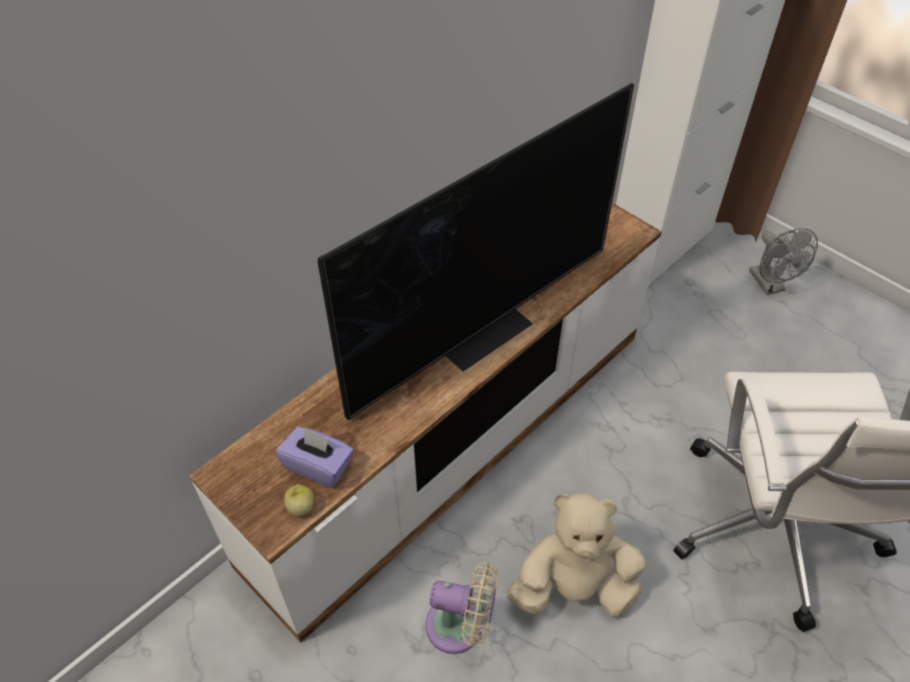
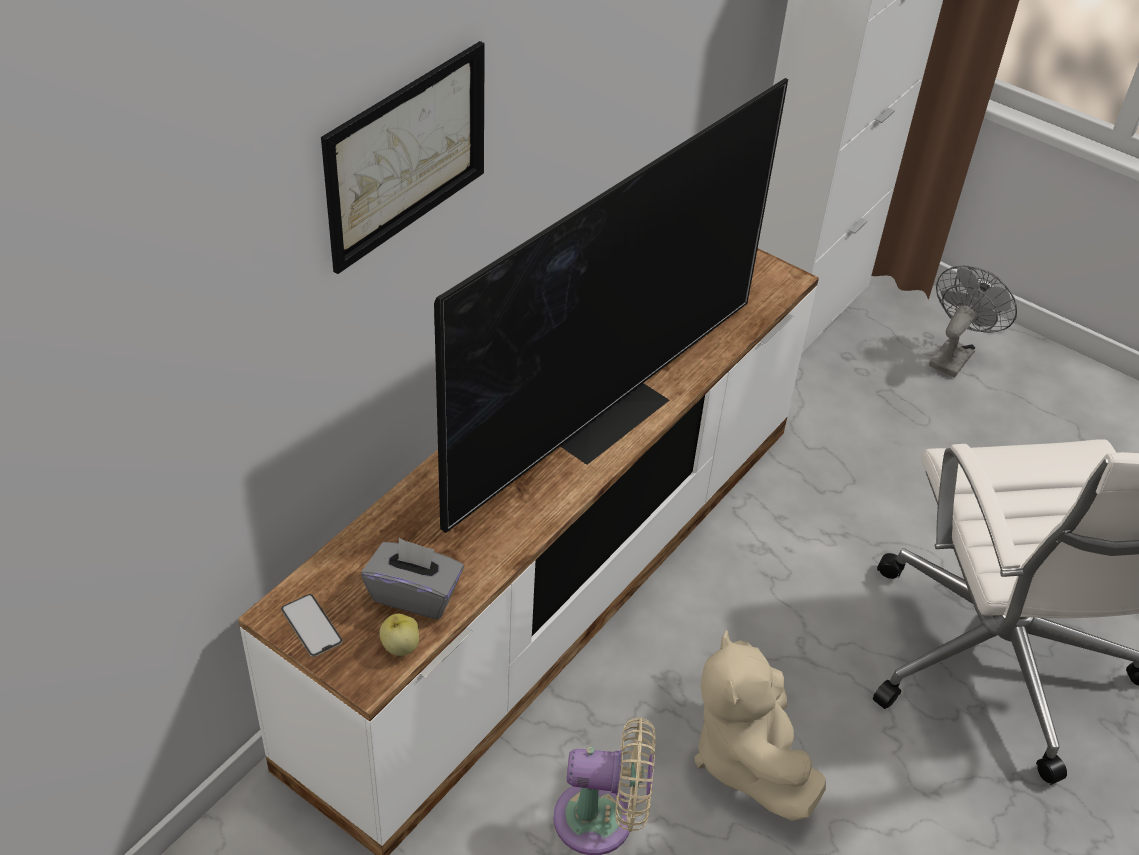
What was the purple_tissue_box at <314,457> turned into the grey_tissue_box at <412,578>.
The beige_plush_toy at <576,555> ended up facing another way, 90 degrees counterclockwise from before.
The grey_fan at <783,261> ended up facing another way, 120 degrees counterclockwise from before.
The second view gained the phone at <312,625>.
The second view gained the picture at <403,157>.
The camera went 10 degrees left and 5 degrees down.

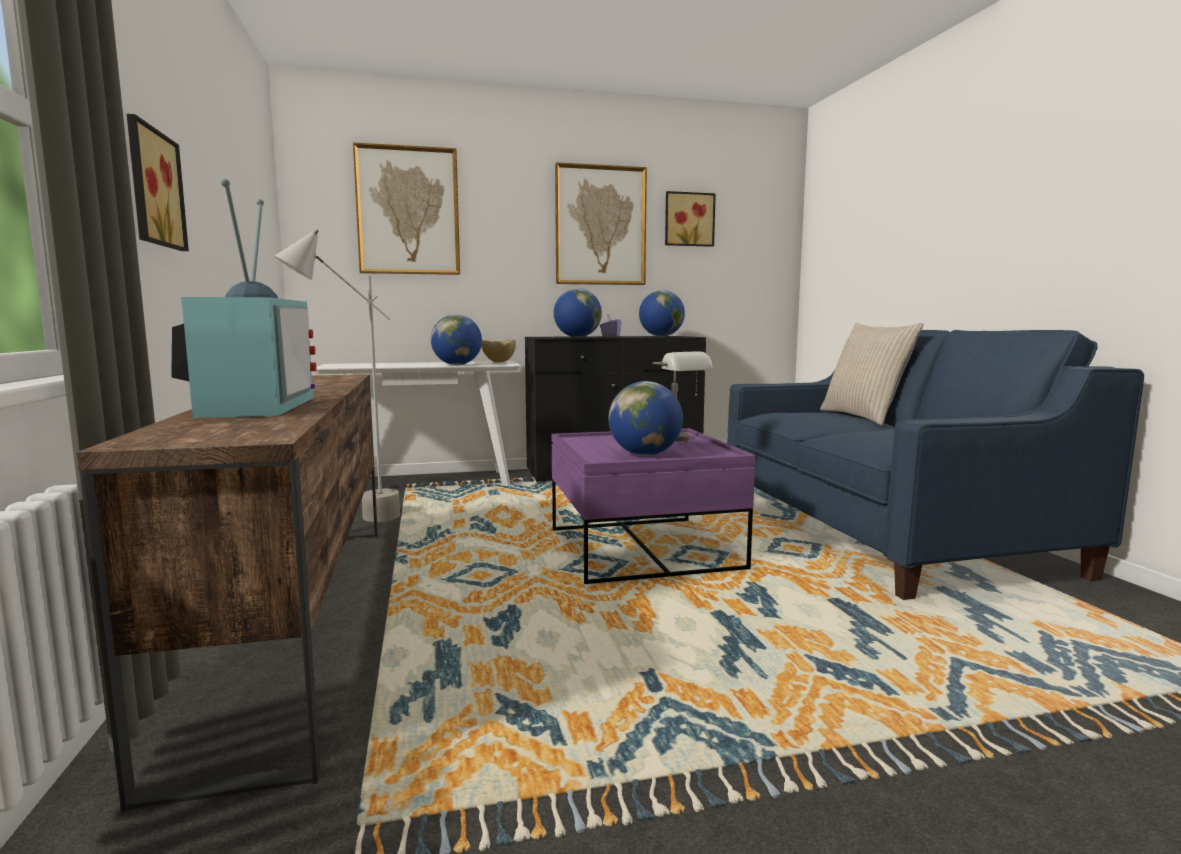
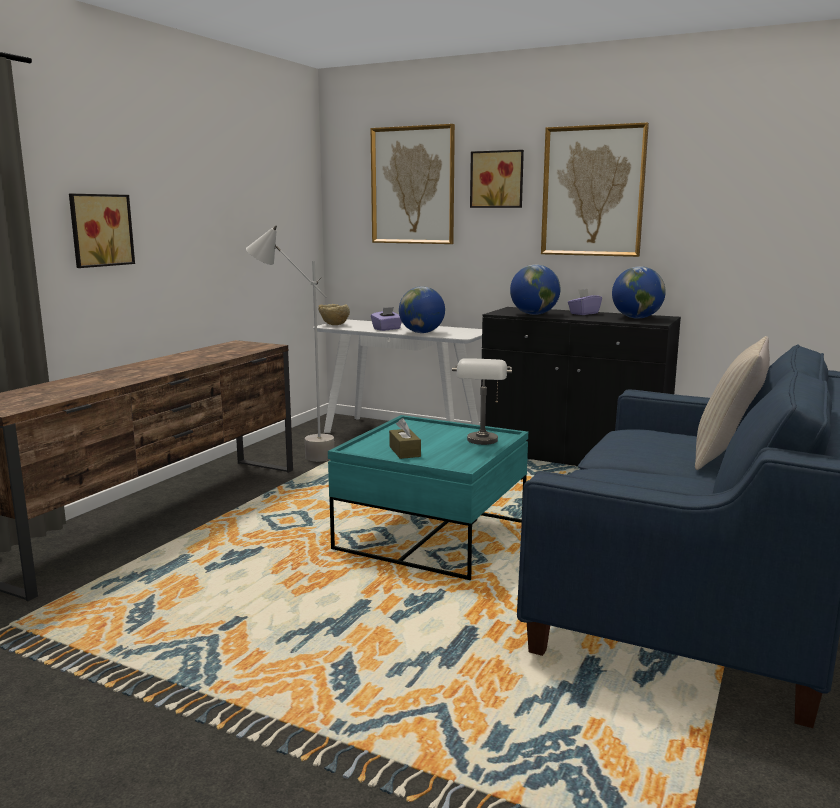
The second view lost the television at <244,298>.
The beige_bowl ended up elsewhere, having gone from <498,350> to <334,314>.
What was the purple_coffee_table at <653,506> turned into the turquoise_coffee_table at <428,497>.
Where the globe stood at <645,418>, the brown_tissue_box came to stand at <405,438>.
The picture ended up elsewhere, having gone from <690,219> to <497,179>.
The second view gained the purple_tissue_box at <386,319>.
The camera went 40 degrees right and 5 degrees up.

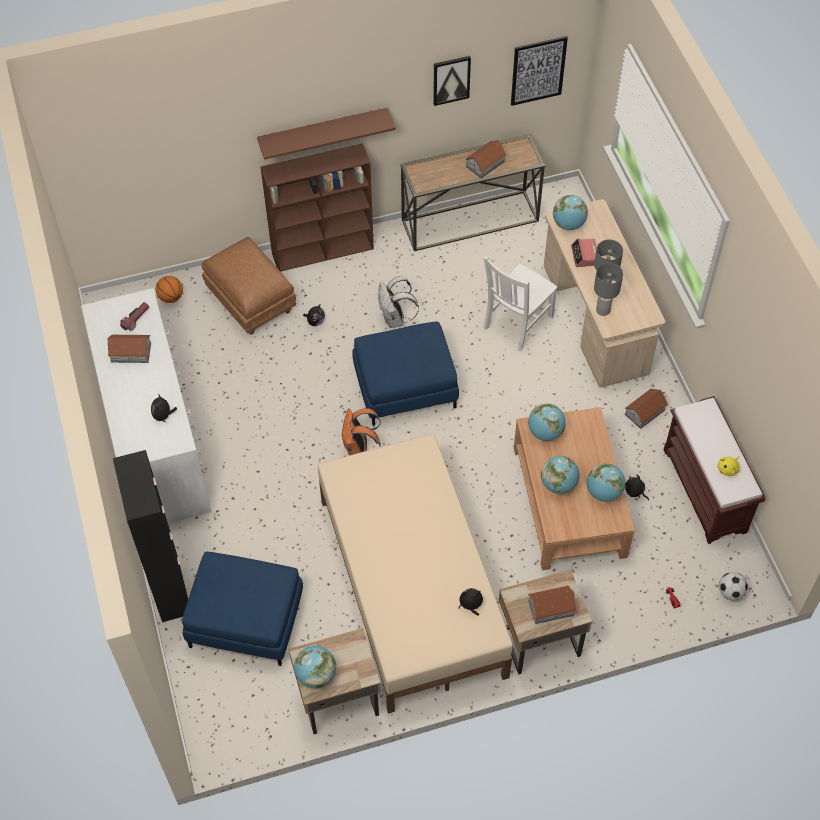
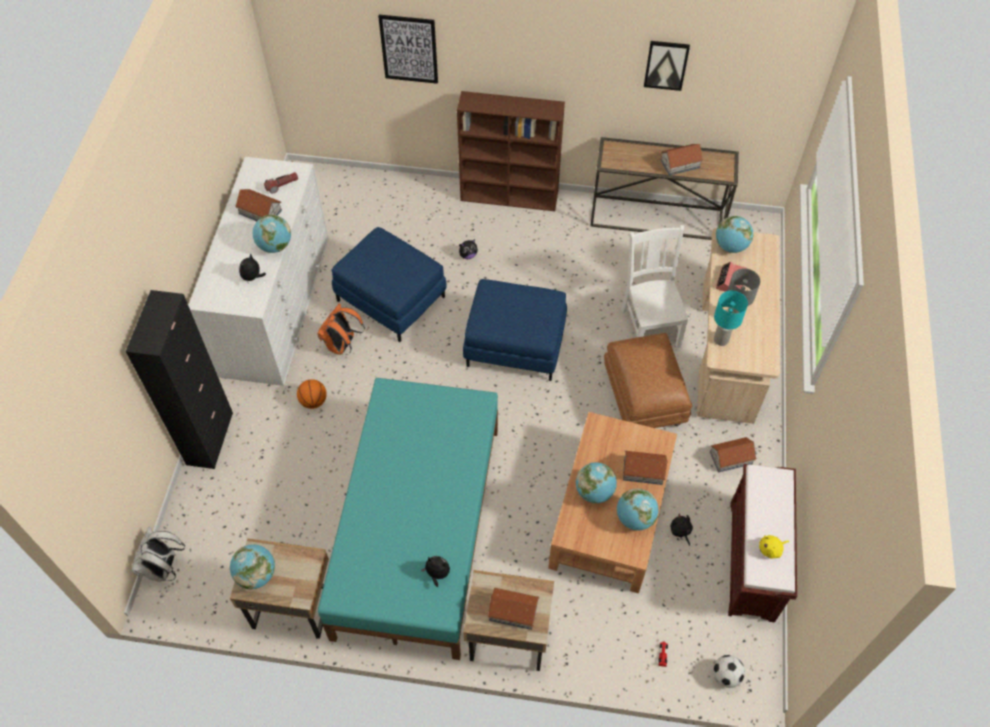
The basketball ended up elsewhere, having gone from <169,289> to <312,394>.
The blue_ottoman ended up elsewhere, having gone from <242,609> to <389,284>.
The brown_ottoman ended up elsewhere, having gone from <248,286> to <648,380>.
The second view lost the brown_shelf at <326,134>.
What was the beige_bed at <415,574> turned into the turquoise_bed at <408,519>.
The orange_backpack ended up elsewhere, having gone from <361,431> to <341,329>.
The white_backpack ended up elsewhere, having gone from <398,302> to <158,553>.
The white_chair at <520,303> ended up facing another way, 105 degrees clockwise from before.
The picture ended up elsewhere, having gone from <539,71> to <408,49>.
The globe ended up elsewhere, having gone from <547,422> to <272,233>.
What was the grey_table_lamp at <608,289> turned into the turquoise_table_lamp at <731,318>.
The second view gained the toy_house at <645,468>.
The camera went 25 degrees right and 0 degrees up.

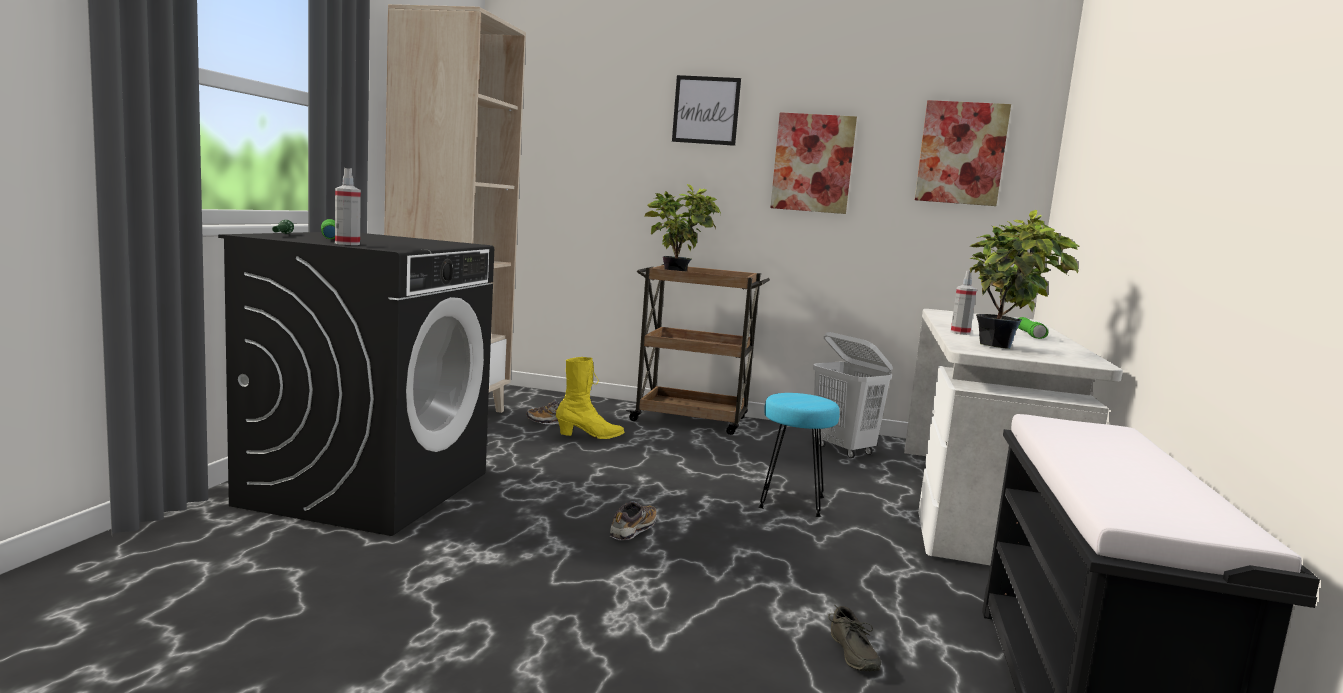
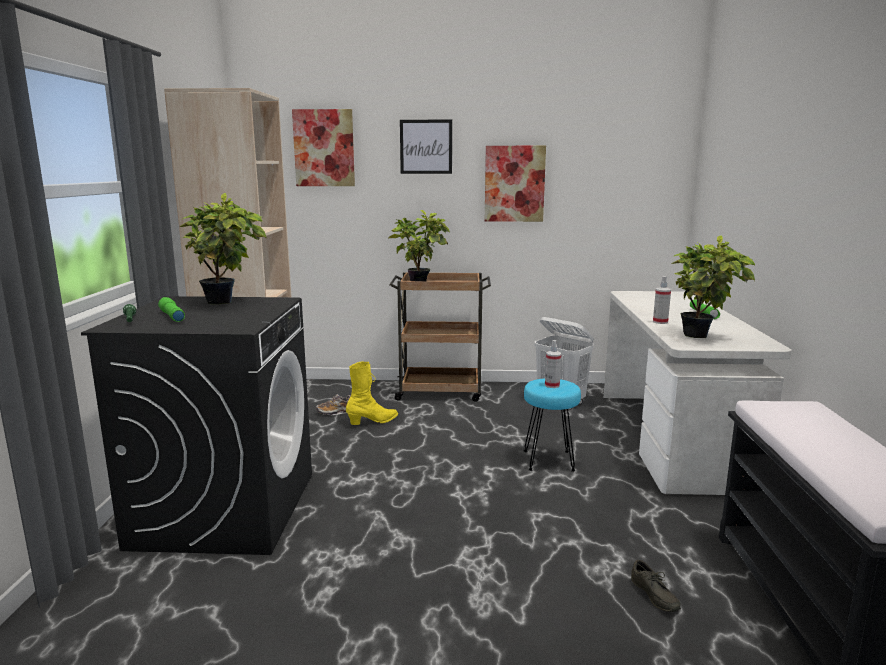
The spray_bottle ended up elsewhere, having gone from <348,206> to <553,364>.
The second view lost the shoe at <633,520>.
The picture ended up elsewhere, having gone from <963,153> to <323,147>.
The second view gained the potted_plant at <223,248>.
The camera went 10 degrees left and 5 degrees up.

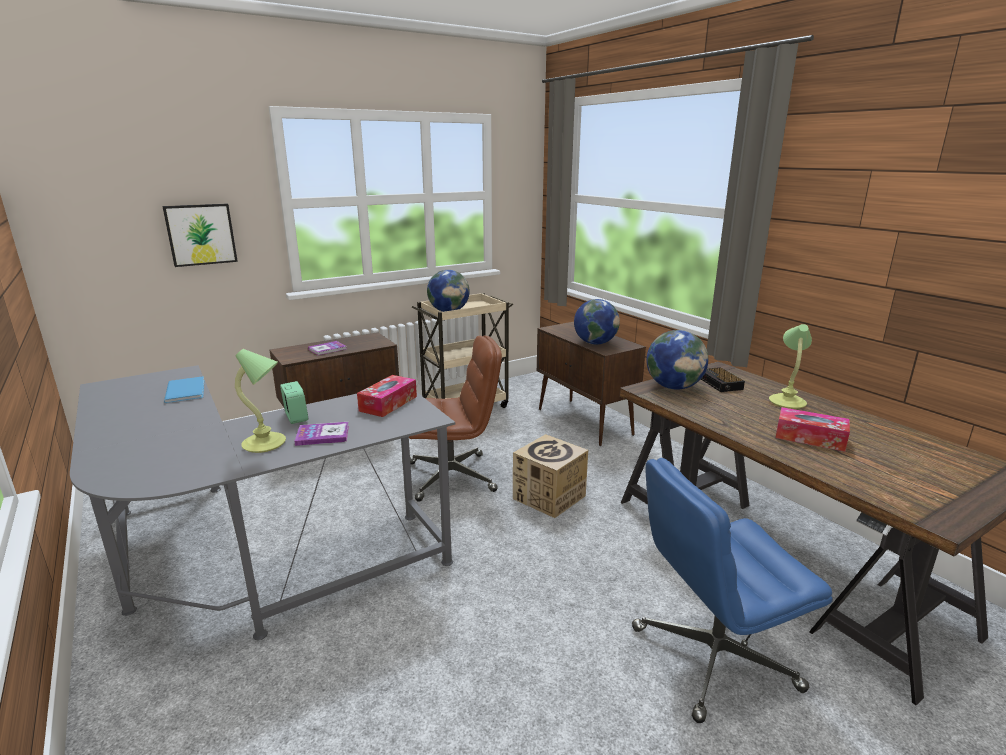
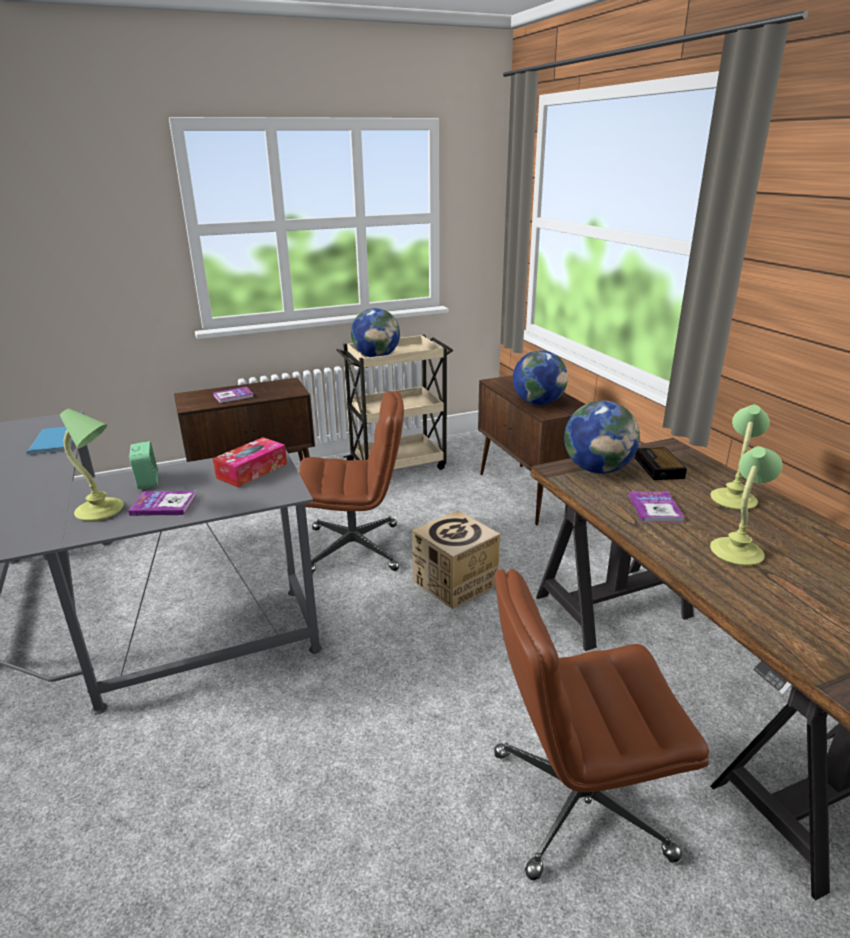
The second view lost the picture at <200,235>.
What was the blue_office_chair at <732,590> turned into the brown_office_chair at <601,724>.
Where the tissue_box stood at <813,429>, the table_lamp came to stand at <746,506>.
The second view gained the book at <657,506>.
The camera went 10 degrees right and 5 degrees up.

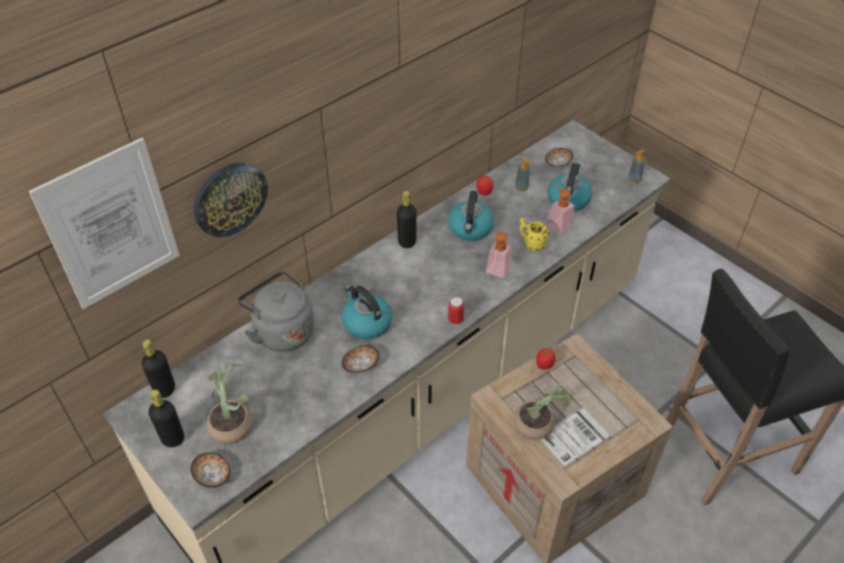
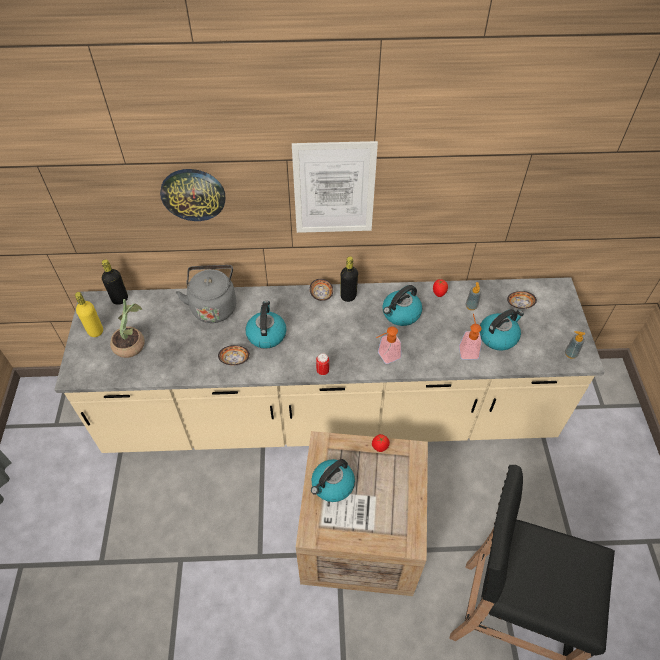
The picture ended up elsewhere, having gone from <104,223> to <335,187>.
What was the black_bottle at <166,418> turned into the yellow_bottle at <89,314>.
The bowl ended up elsewhere, having gone from <211,470> to <321,290>.
Where the potted_plant stood at <543,412>, the kettle came to stand at <333,480>.
The second view lost the yellow_mug at <534,234>.
The camera went 40 degrees right and 5 degrees up.

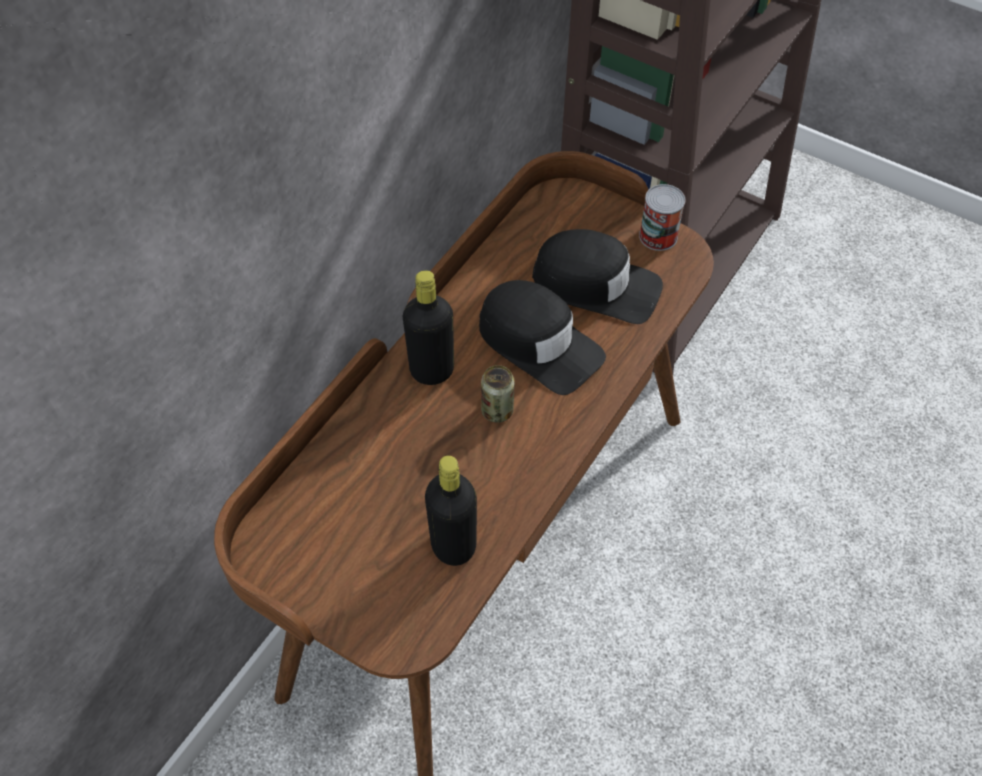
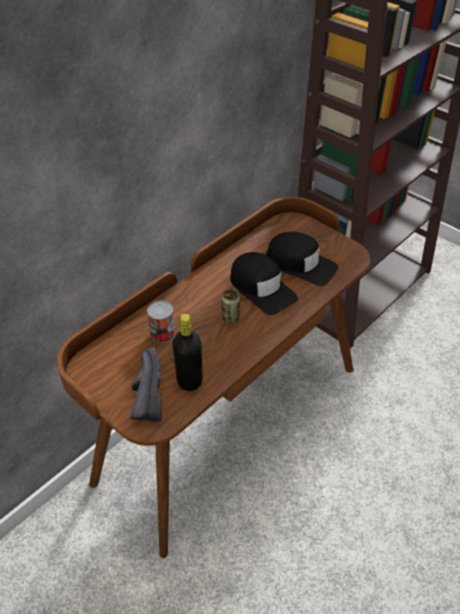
The second view lost the black_bottle at <428,327>.
The can ended up elsewhere, having gone from <662,217> to <161,322>.
The second view gained the black_shoe at <146,384>.
The camera went 10 degrees right and 10 degrees down.

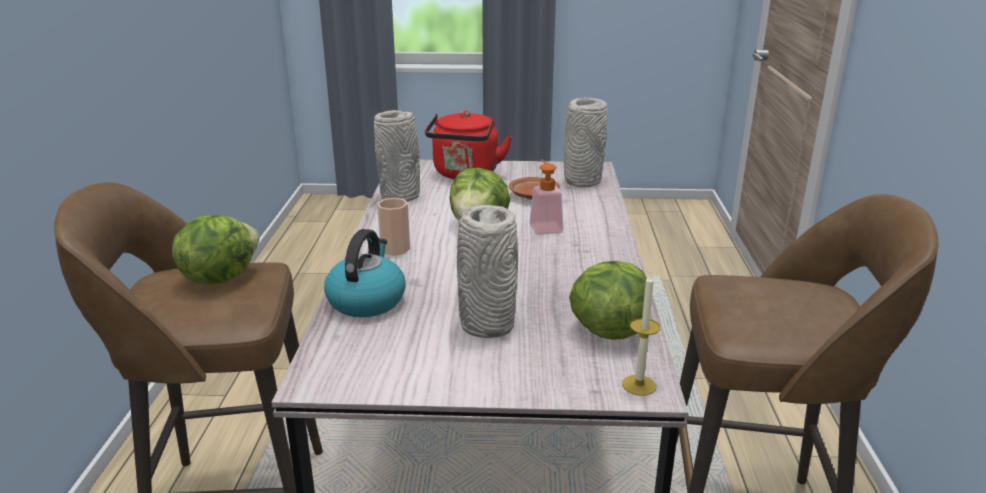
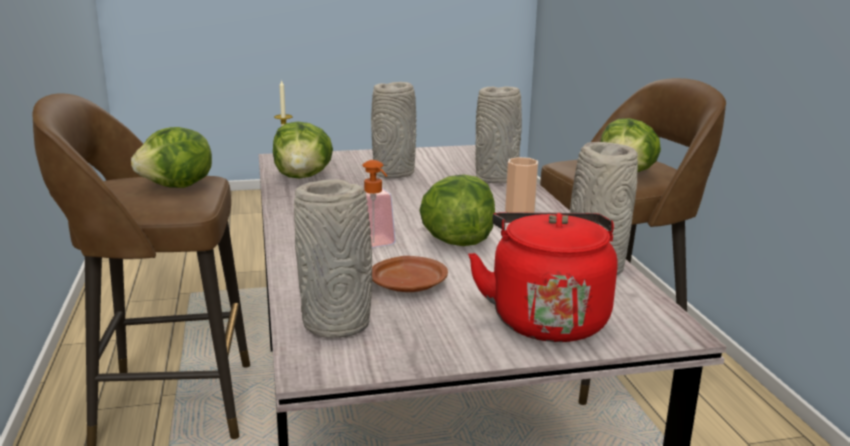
Where the kettle stood at <365,273>, the grey_vase came to stand at <498,135>.
The second view gained the lettuce at <171,157>.
The camera went 165 degrees right and 5 degrees down.

